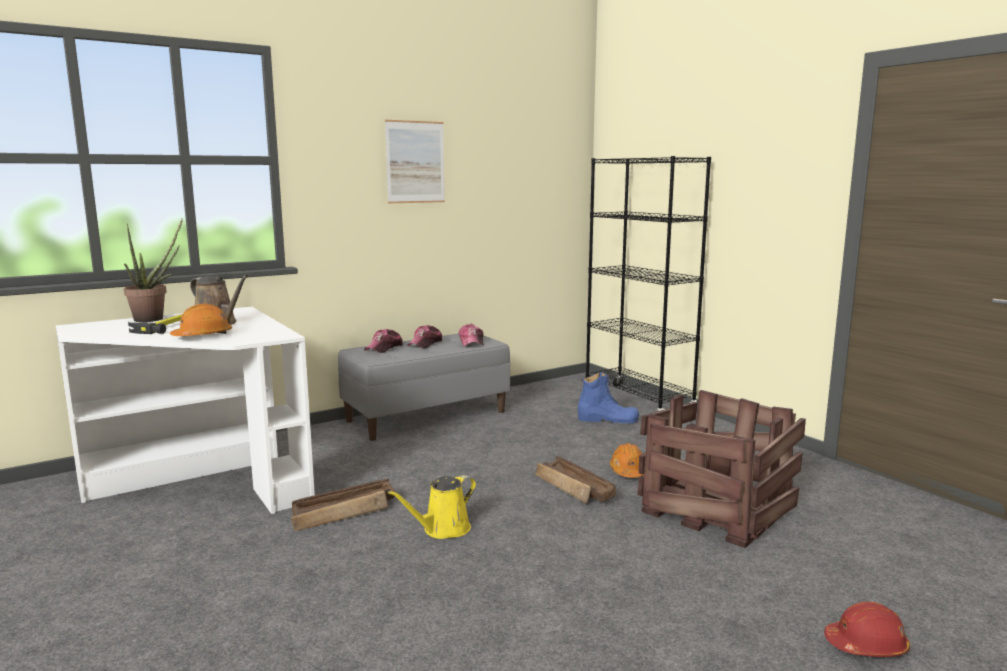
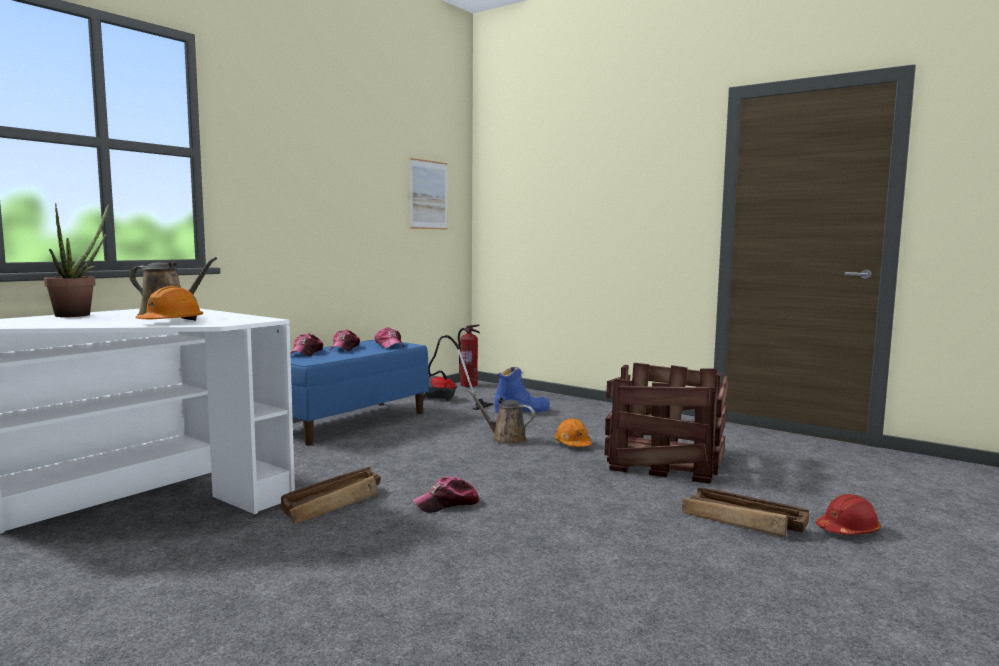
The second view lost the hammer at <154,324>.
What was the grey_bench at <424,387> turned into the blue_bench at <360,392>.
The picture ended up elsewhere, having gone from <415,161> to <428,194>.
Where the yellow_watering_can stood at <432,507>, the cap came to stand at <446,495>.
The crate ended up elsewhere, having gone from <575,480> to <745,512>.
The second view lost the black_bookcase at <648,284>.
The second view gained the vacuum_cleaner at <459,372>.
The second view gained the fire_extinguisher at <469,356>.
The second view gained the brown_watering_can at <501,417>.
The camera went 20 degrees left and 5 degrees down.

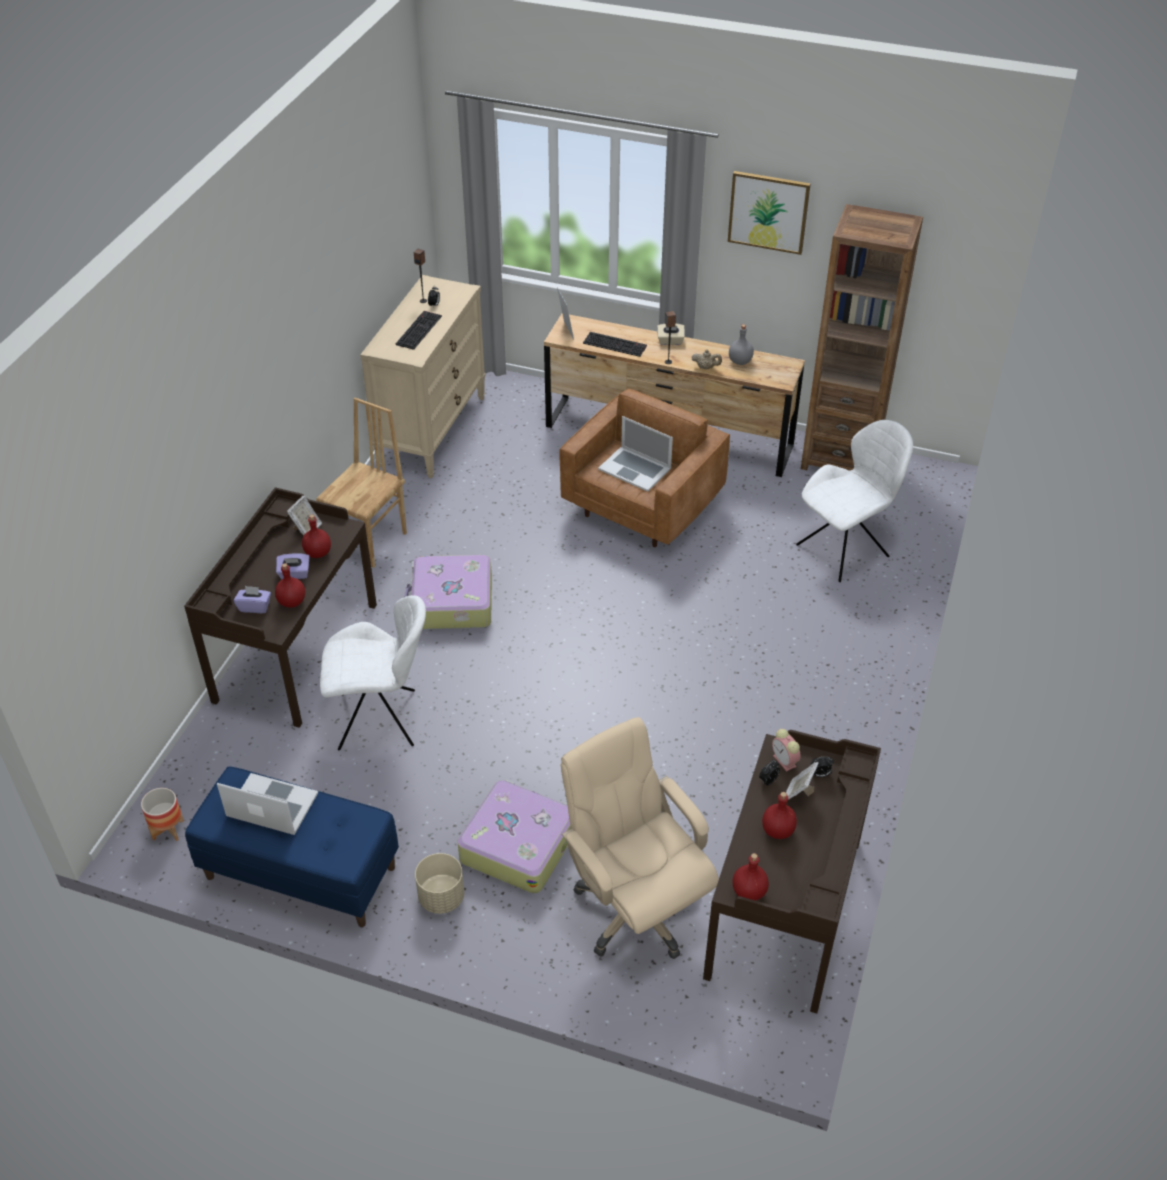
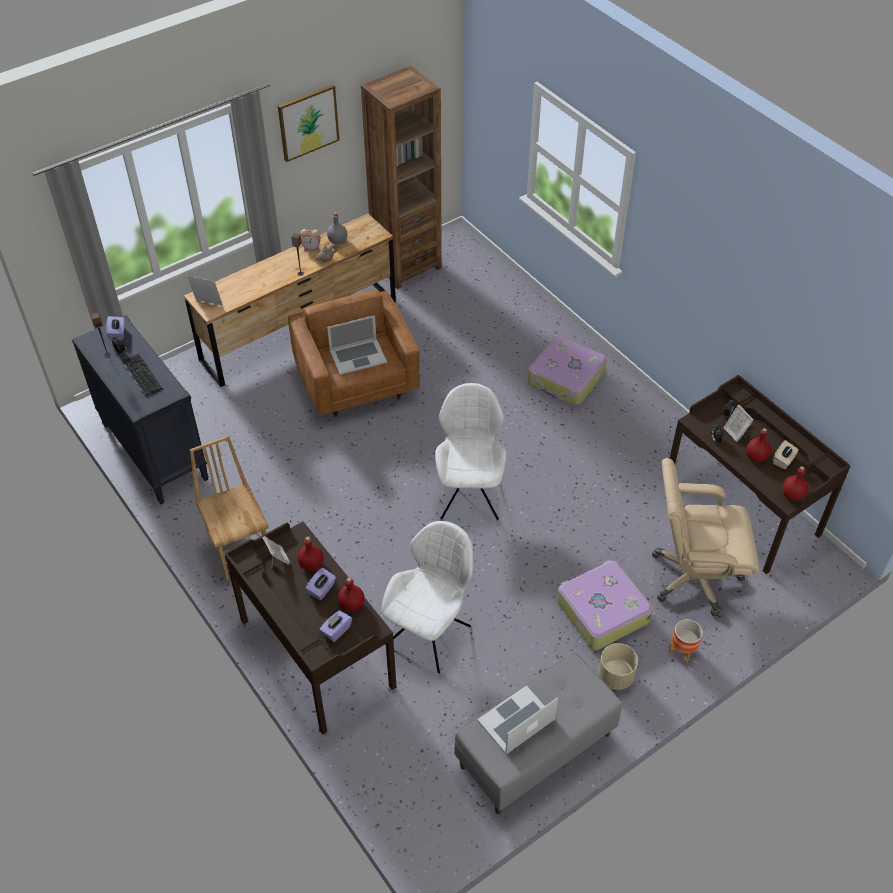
The planter ended up elsewhere, having gone from <162,814> to <686,641>.
What was the blue_bench at <292,846> turned into the grey_bench at <538,733>.
What was the beige_dresser at <423,376> turned into the black_dresser at <140,410>.
The suitcase ended up elsewhere, having gone from <448,592> to <567,370>.
The second view lost the keyboard at <615,344>.
The beige_tissue_box ended up elsewhere, having gone from <671,334> to <786,454>.
The alarm_clock ended up elsewhere, having gone from <786,750> to <310,240>.
The white_chair ended up elsewhere, having gone from <854,501> to <470,451>.
The second view gained the purple_tissue_box at <115,328>.
The camera went 55 degrees left and 5 degrees up.

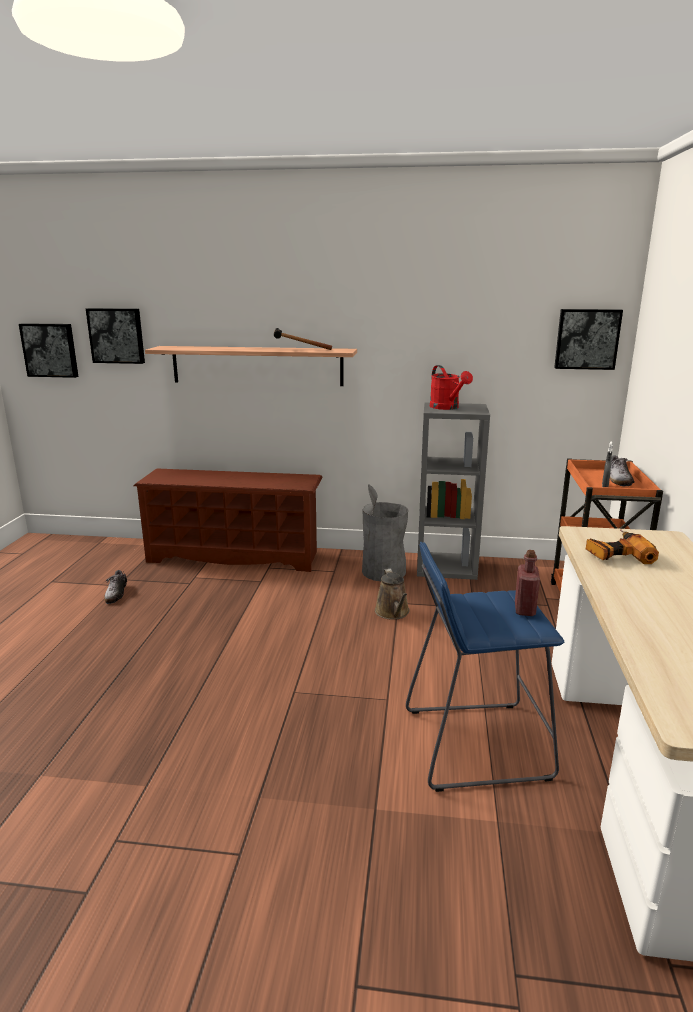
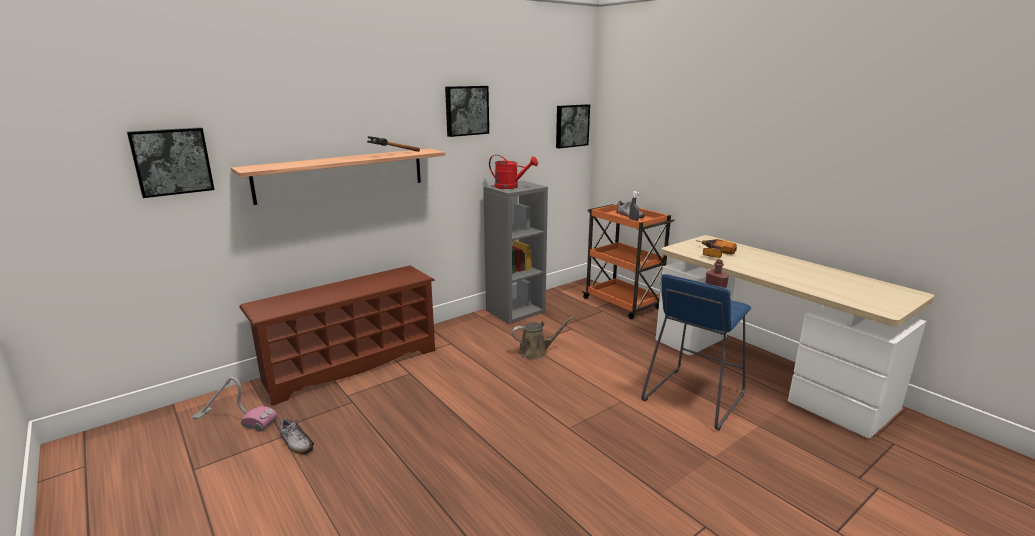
The picture ended up elsewhere, having gone from <48,350> to <467,111>.
The second view lost the grey_trash_can at <385,533>.
The brown_watering_can at <392,594> ended up facing another way, 45 degrees counterclockwise from before.
The second view gained the vacuum_cleaner at <234,404>.
The camera went 45 degrees left and 0 degrees up.

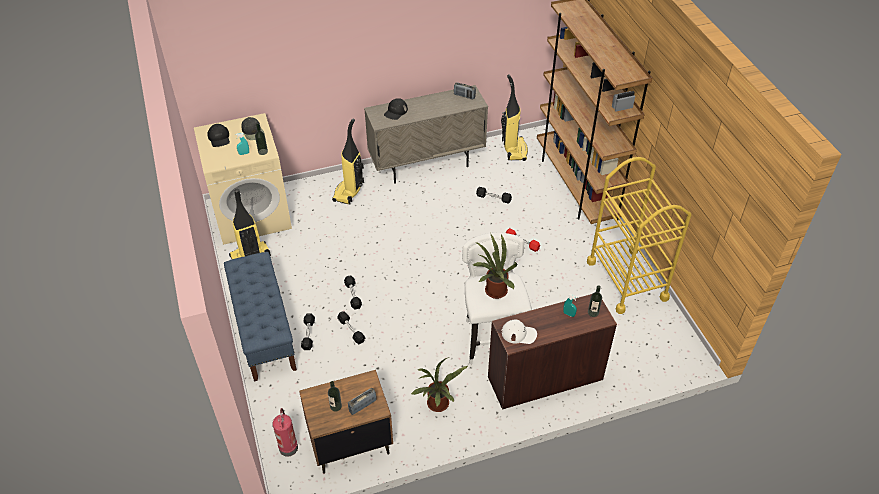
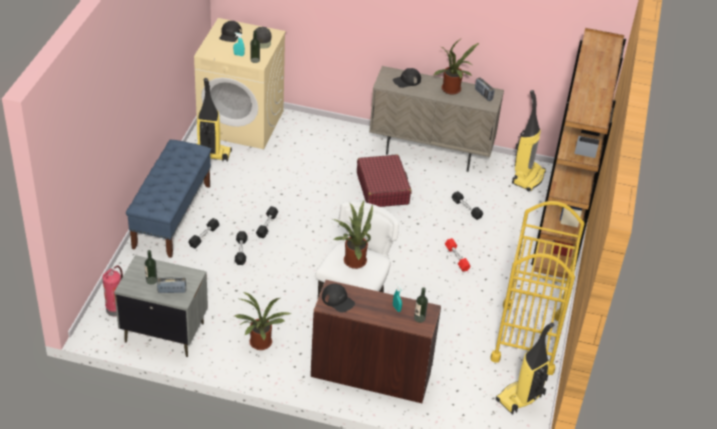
What was the brown_nightstand at <346,422> turned into the grey_nightstand at <161,306>.
The vacuum_cleaner ended up elsewhere, having gone from <348,162> to <525,368>.
What was the white_cap at <519,331> turned into the black_cap at <338,298>.
The second view gained the red_suitcase at <384,180>.
The second view gained the potted_plant at <456,66>.
The camera went 30 degrees right and 5 degrees down.

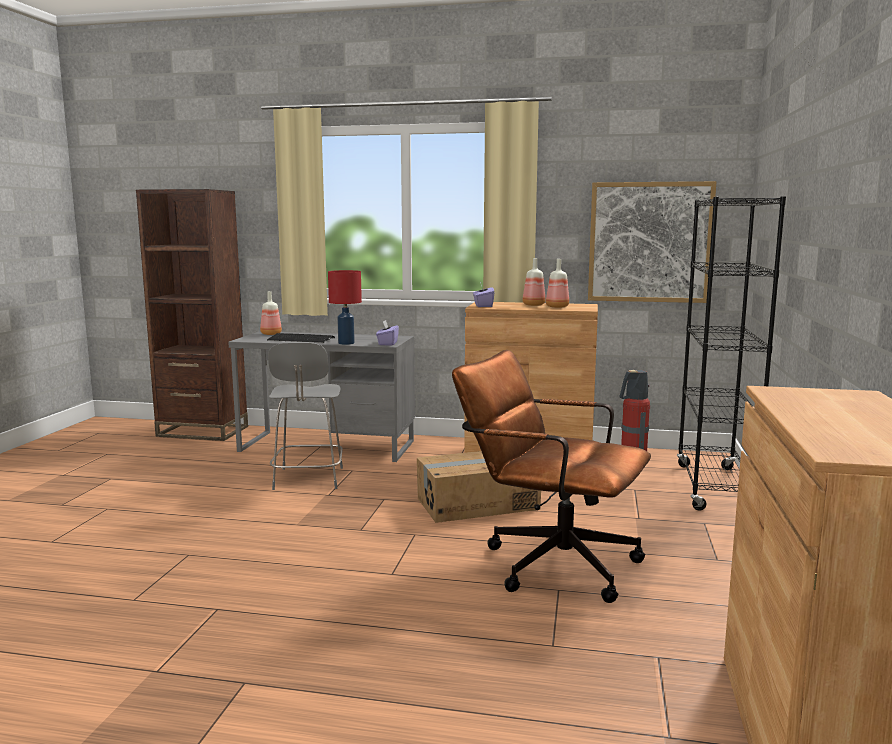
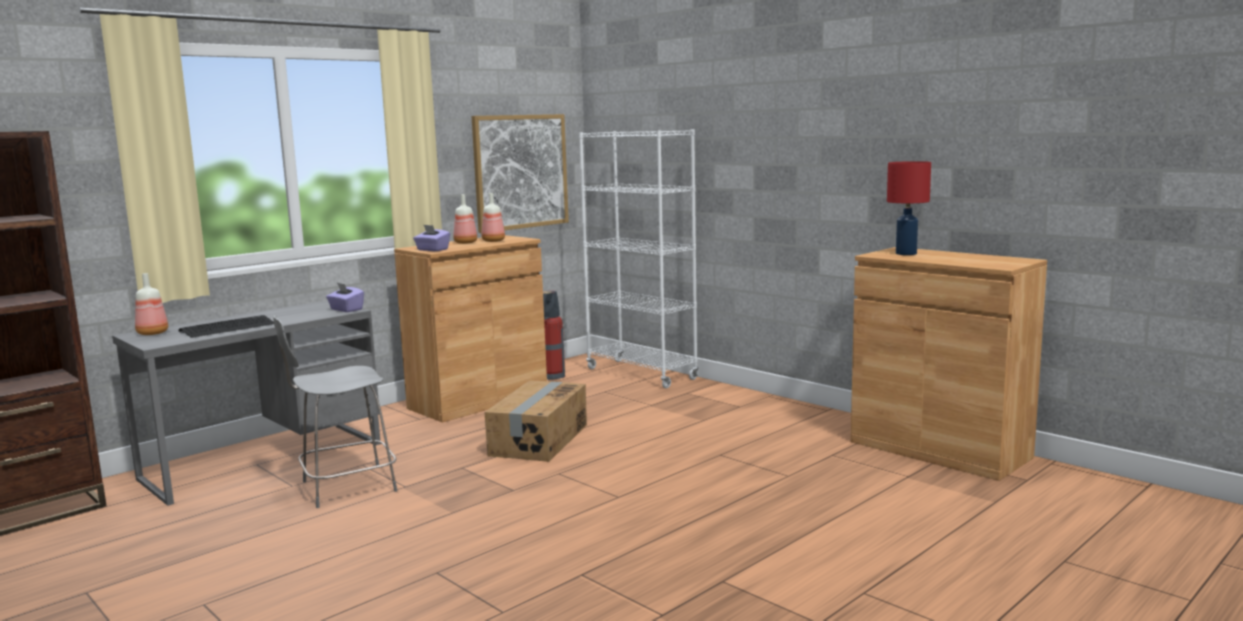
The grey_chair at <305,416> ended up facing another way, 120 degrees clockwise from before.
The red_table_lamp ended up elsewhere, having gone from <345,307> to <909,208>.
The second view lost the brown_office_chair at <551,476>.
What was the black_bookcase at <731,353> turned into the white_bookcase at <638,258>.
The camera went 55 degrees left and 0 degrees up.

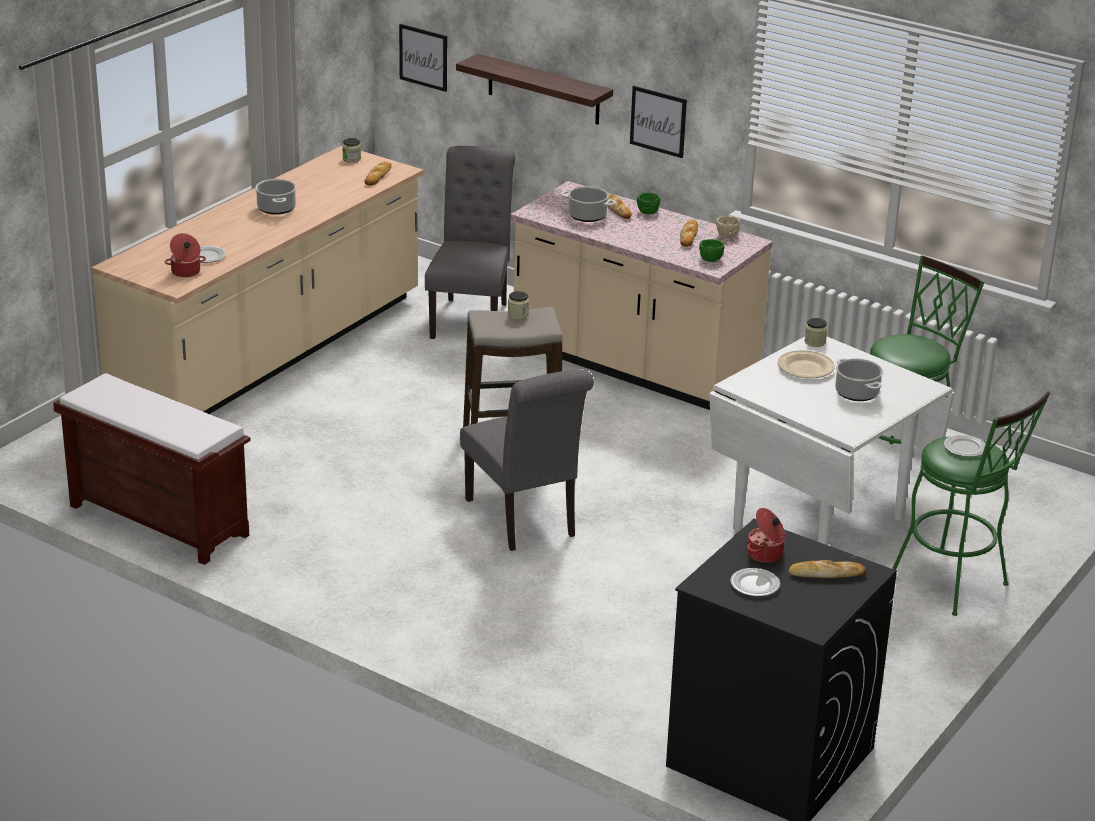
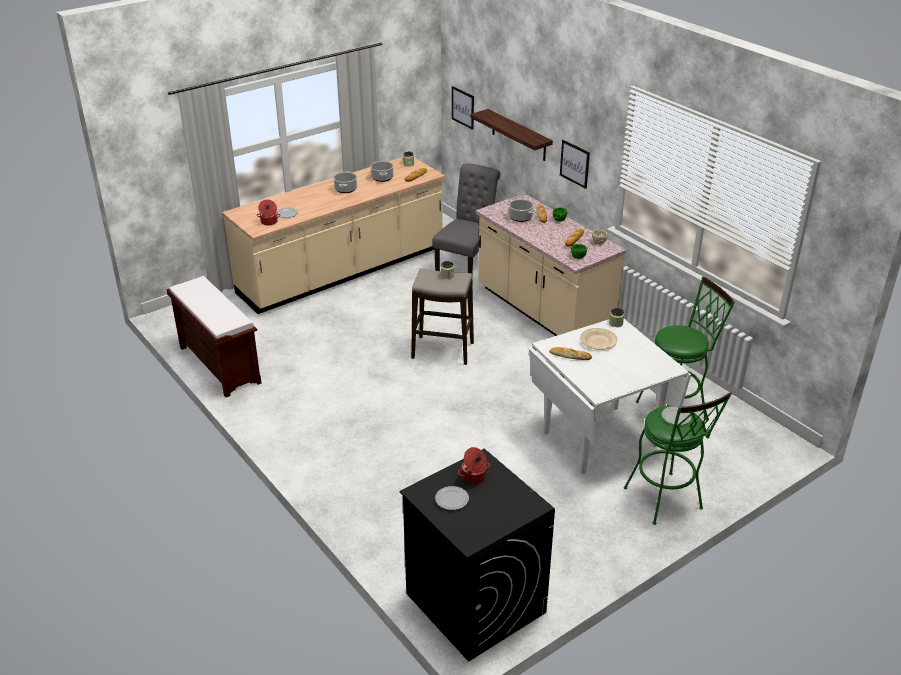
The second view lost the grey_chair at <527,460>.
The bread ended up elsewhere, having gone from <827,569> to <570,353>.
The cooking_pot ended up elsewhere, having gone from <859,379> to <382,171>.
The camera went 20 degrees right and 5 degrees up.

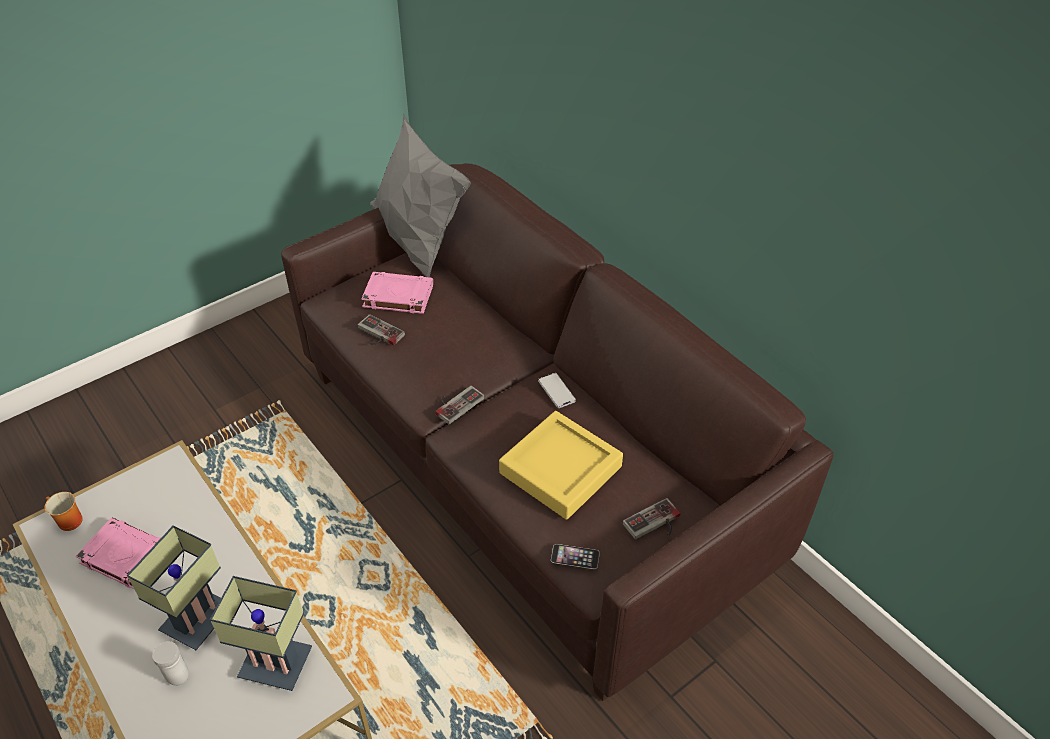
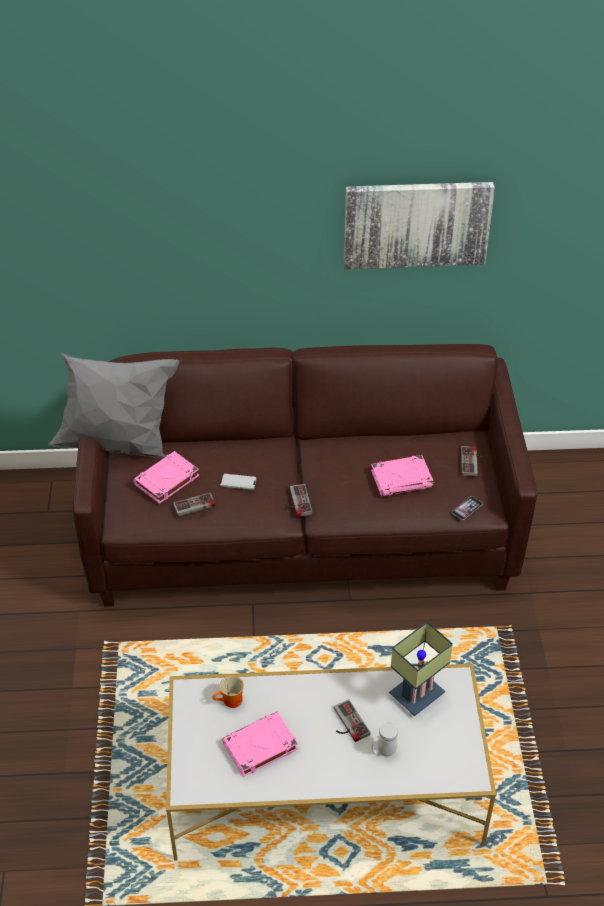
The mug ended up elsewhere, having gone from <63,511> to <228,692>.
Where the table_lamp stood at <174,587>, the game_controller came to stand at <352,720>.
Where the yellow_tray stood at <561,465>, the pink_book came to stand at <402,475>.
The phone ended up elsewhere, having gone from <557,390> to <238,481>.
The second view gained the picture at <419,225>.
The camera went 55 degrees left and 0 degrees up.

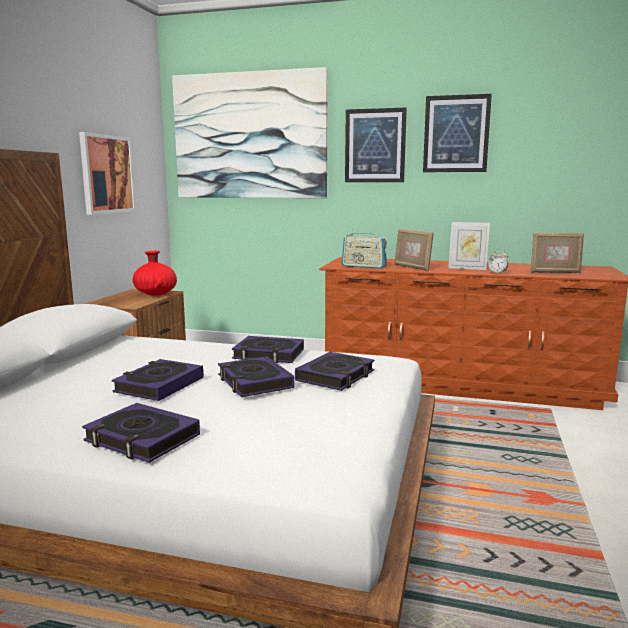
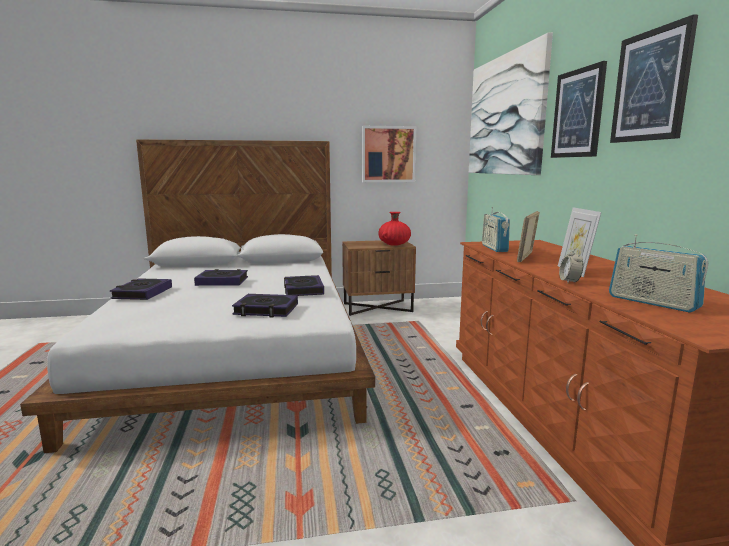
The second view lost the book at <256,376>.
Where the picture_frame stood at <557,252>, the radio came to stand at <658,273>.
The camera went 65 degrees right and 0 degrees up.

